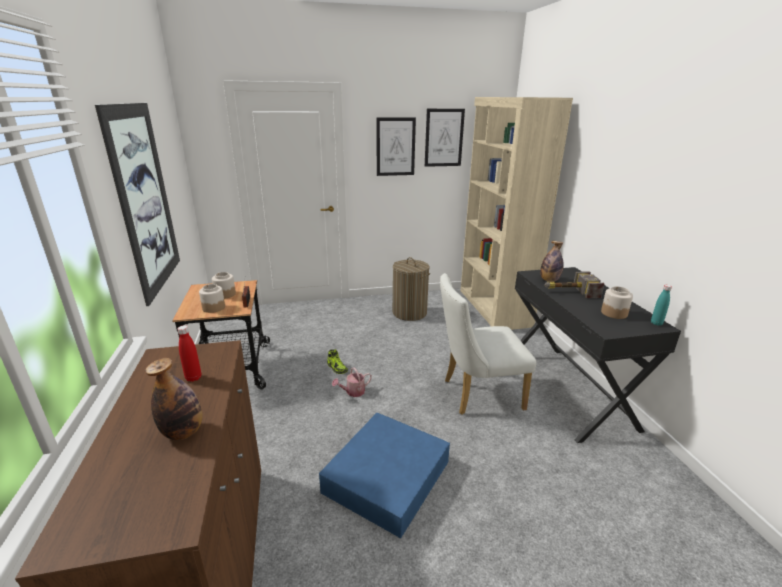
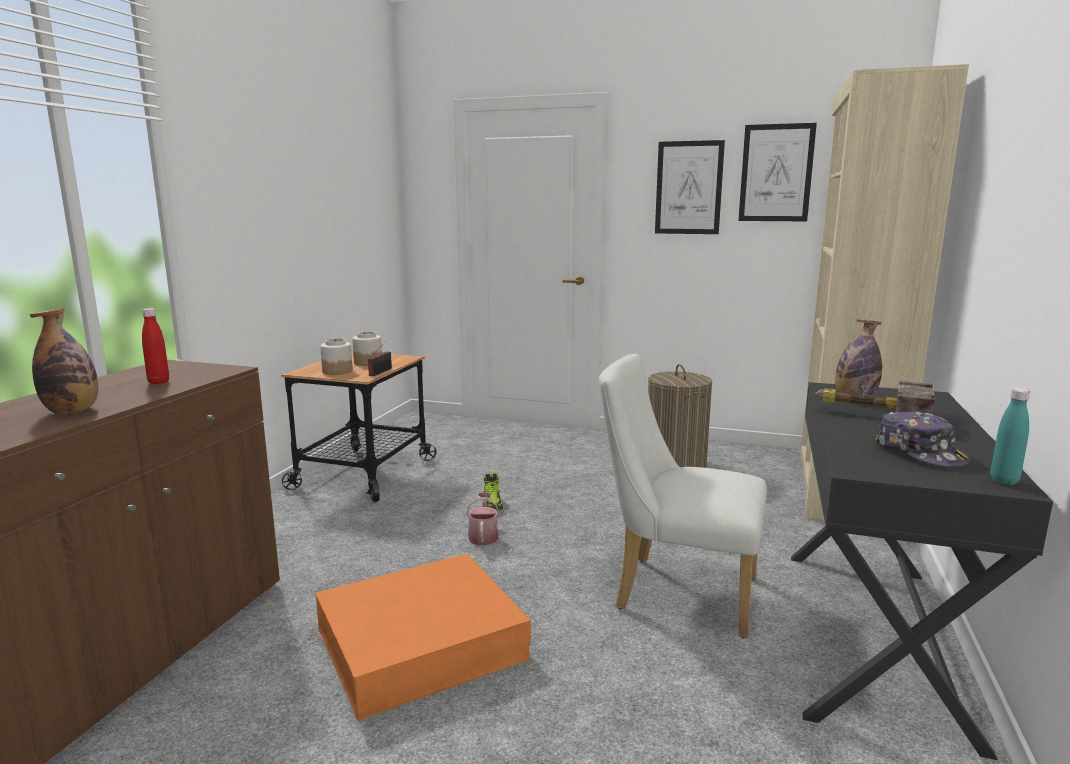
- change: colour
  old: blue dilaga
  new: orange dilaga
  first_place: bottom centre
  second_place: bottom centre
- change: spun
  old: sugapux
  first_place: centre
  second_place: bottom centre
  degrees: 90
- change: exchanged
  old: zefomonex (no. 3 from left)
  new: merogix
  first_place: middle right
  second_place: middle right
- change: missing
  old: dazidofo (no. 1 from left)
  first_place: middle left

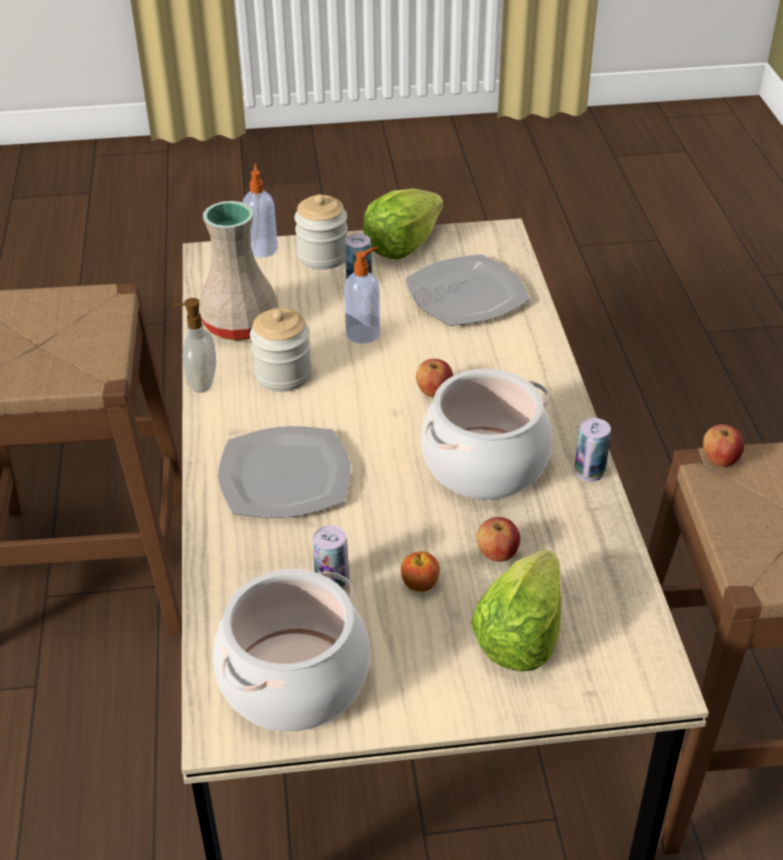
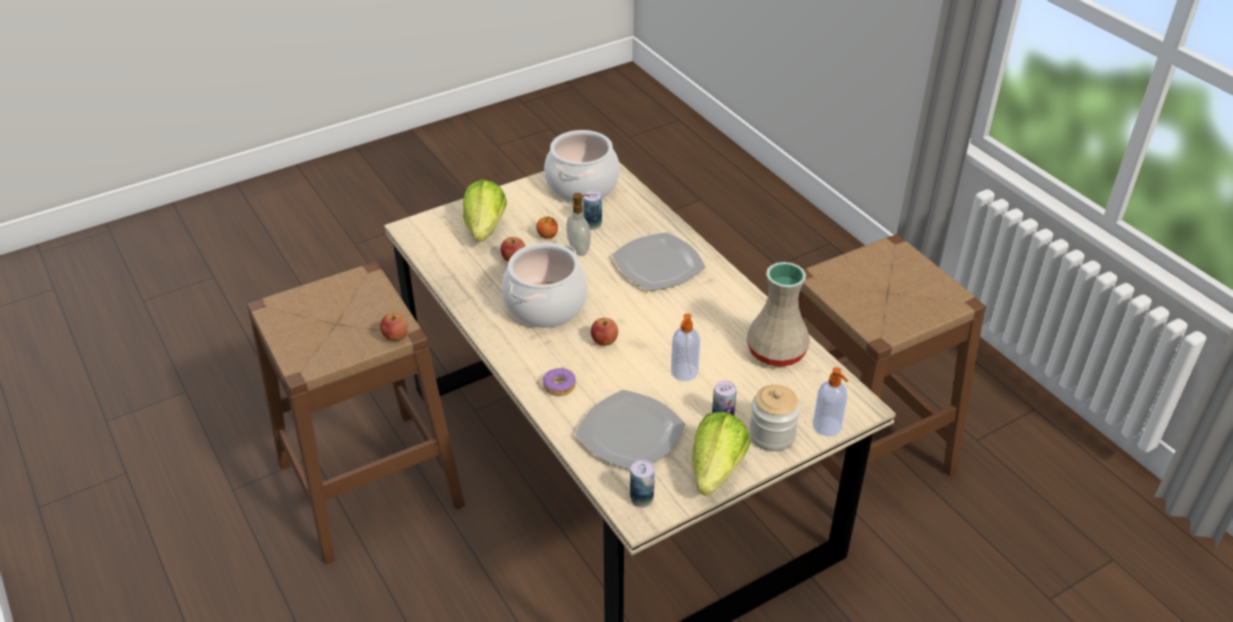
- change: appeared
  new: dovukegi
  second_place: centre
- change: relocated
  old: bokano (no. 1 from left)
  first_place: middle left
  second_place: centre
- change: relocated
  old: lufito (no. 3 from left in the first image)
  new: lufito (no. 2 from left)
  first_place: middle right
  second_place: bottom centre
- change: missing
  old: zefomonex (no. 1 from left)
  first_place: centre

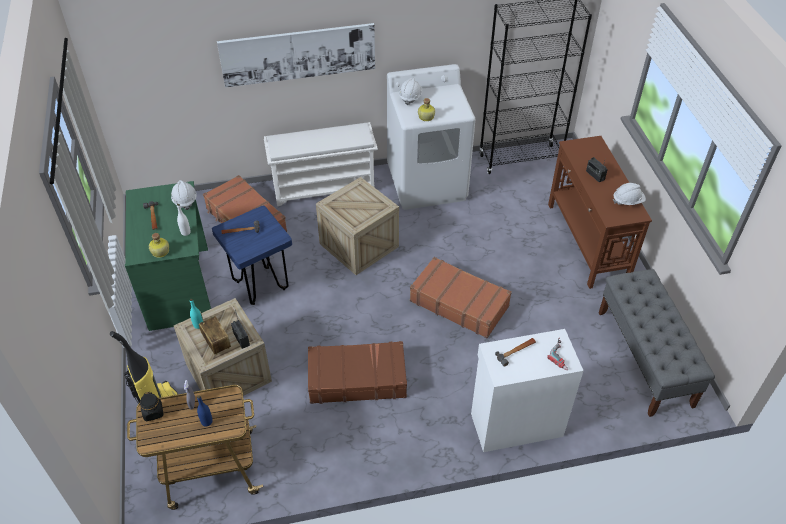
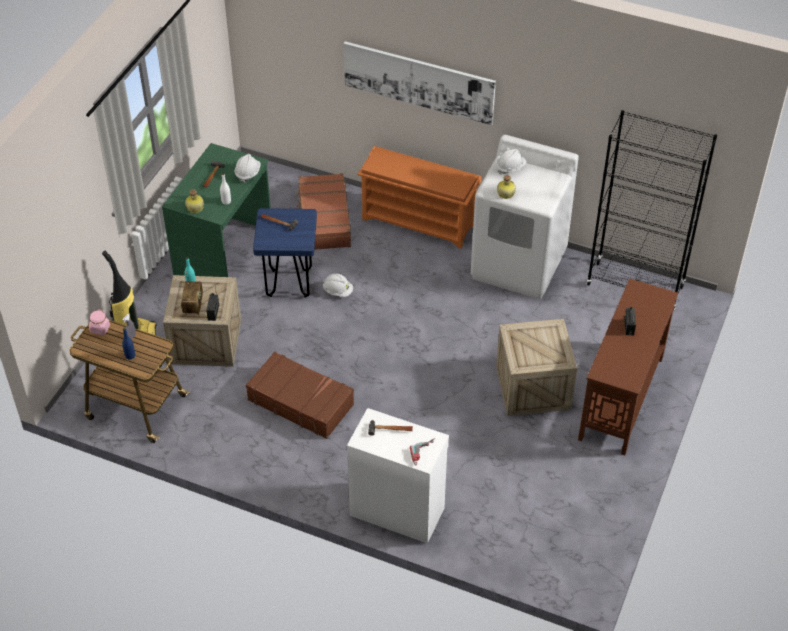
- change: colour
  old: black zefomonex
  new: pink zefomonex
  first_place: bottom left
  second_place: middle left
- change: relocated
  old: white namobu (no. 3 from left in the first image)
  new: white namobu (no. 2 from left)
  first_place: middle right
  second_place: centre
- change: colour
  old: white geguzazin
  new: orange geguzazin
  first_place: top centre
  second_place: top centre
- change: relocated
  old: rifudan (no. 2 from left)
  first_place: centre
  second_place: middle right
- change: missing
  old: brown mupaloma (no. 3 from left)
  first_place: centre
- change: missing
  old: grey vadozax
  first_place: middle right

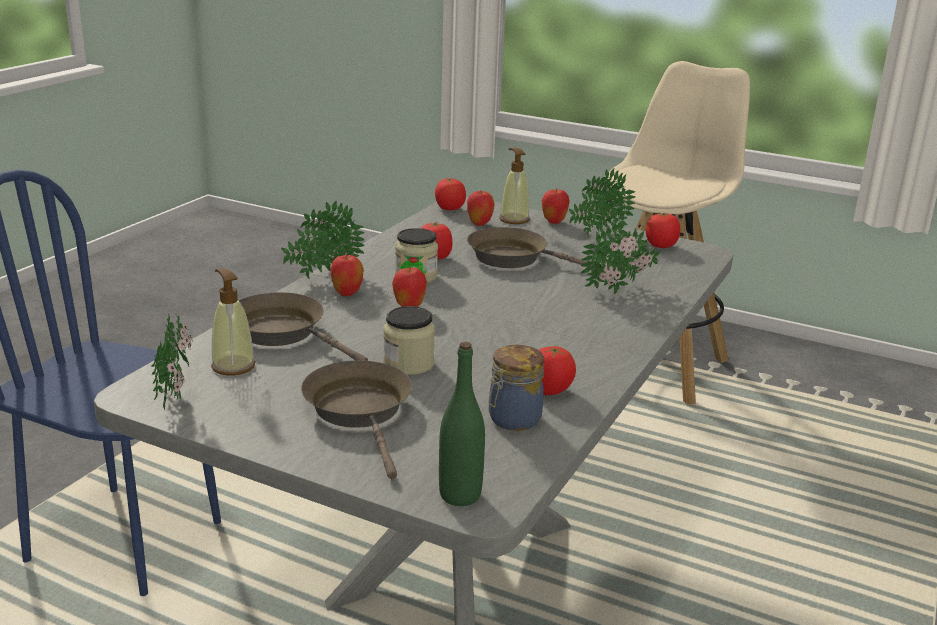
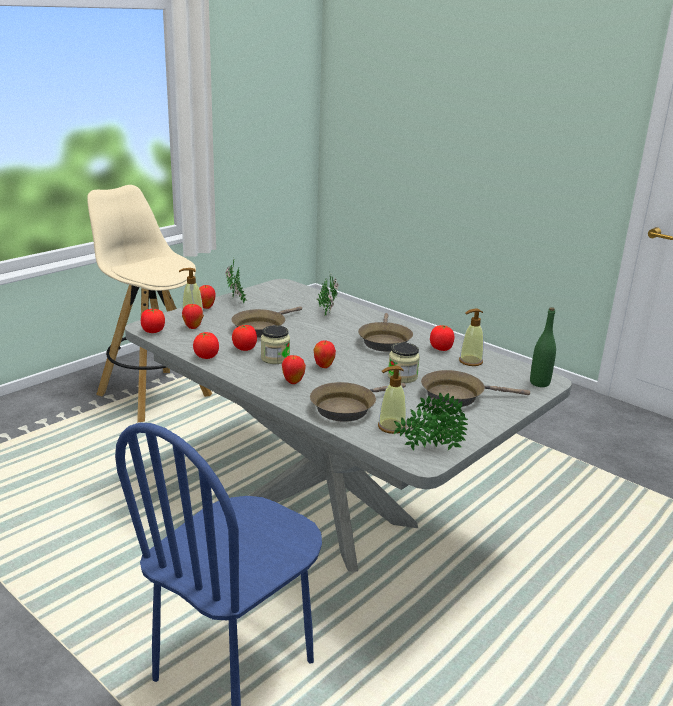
- change: relocated
  old: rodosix (no. 4 from left in the first image)
  new: rodosix (no. 2 from left)
  first_place: middle right
  second_place: middle left
- change: appeared
  new: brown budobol (no. 3 from left)
  second_place: centre
- change: exchanged
  old: zefomonex (no. 3 from left)
  new: bokano (no. 3 from left)
  first_place: centre
  second_place: middle right
- change: missing
  old: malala (no. 2 from left)
  first_place: centre

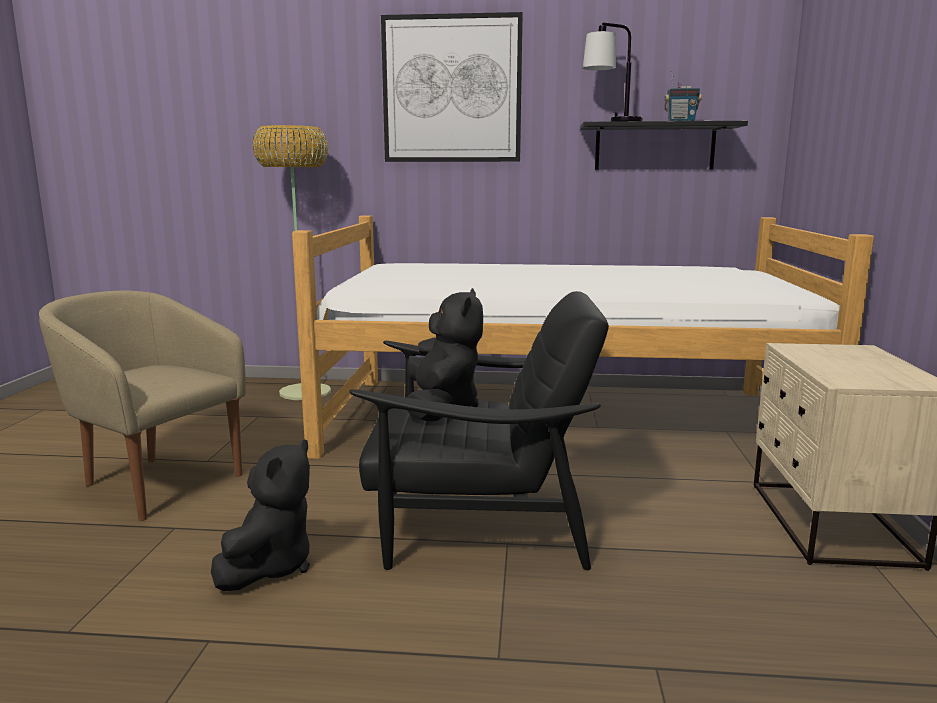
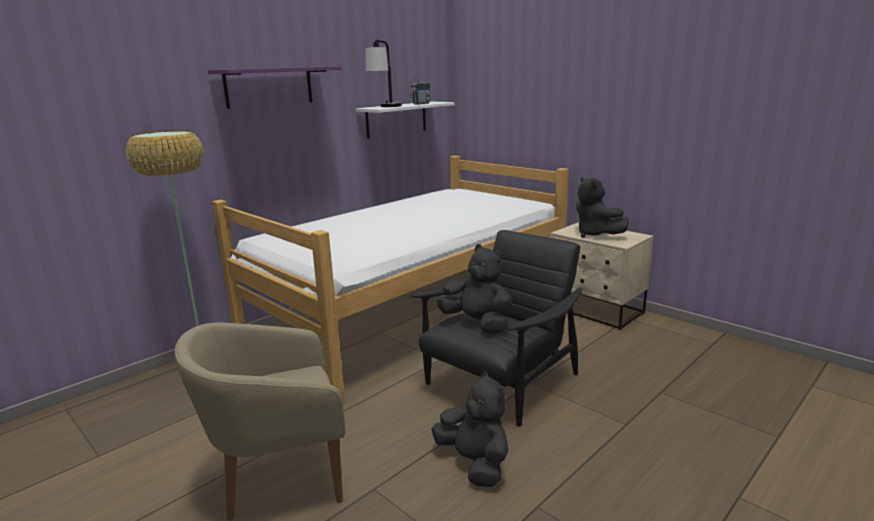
- change: exchanged
  old: dazidofo
  new: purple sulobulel
  first_place: top centre
  second_place: top left
- change: colour
  old: black sulobulel
  new: white sulobulel
  first_place: top right
  second_place: top centre
- change: appeared
  new: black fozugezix (no. 3 from left)
  second_place: middle right

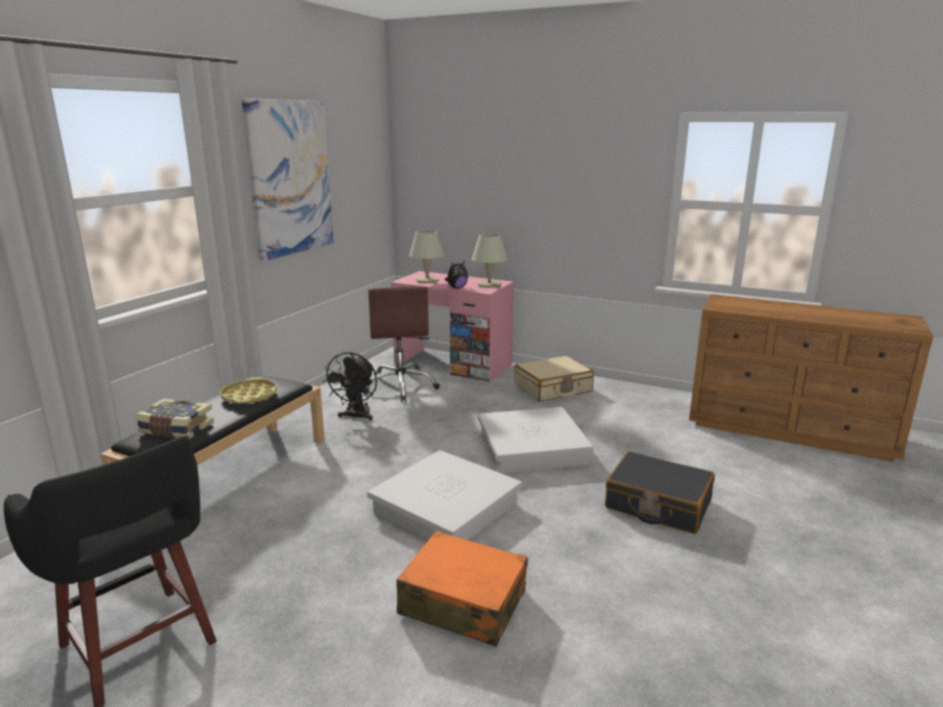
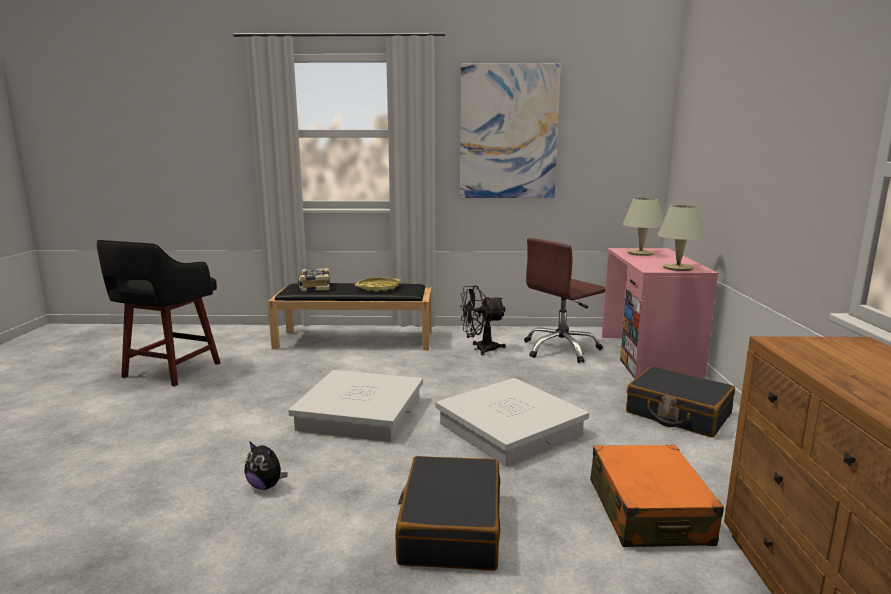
- change: relocated
  old: fozugezix
  first_place: centre
  second_place: bottom left
- change: relocated
  old: orange mupaloma
  first_place: bottom centre
  second_place: bottom right
- change: colour
  old: beige mupaloma
  new: black mupaloma (no. 2 from left)
  first_place: centre
  second_place: bottom right

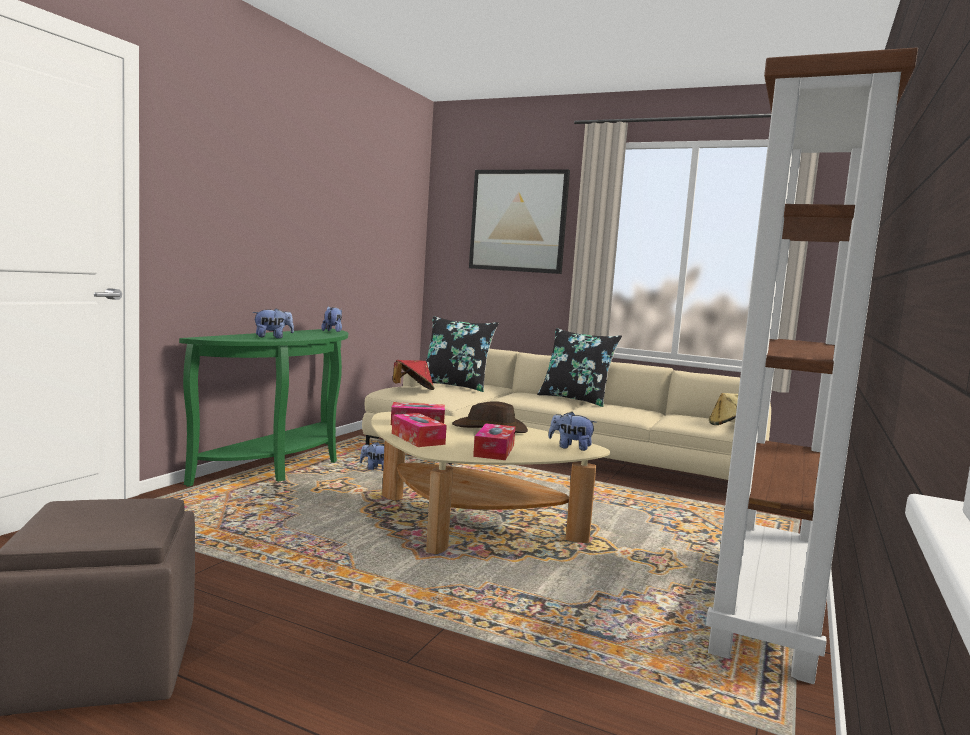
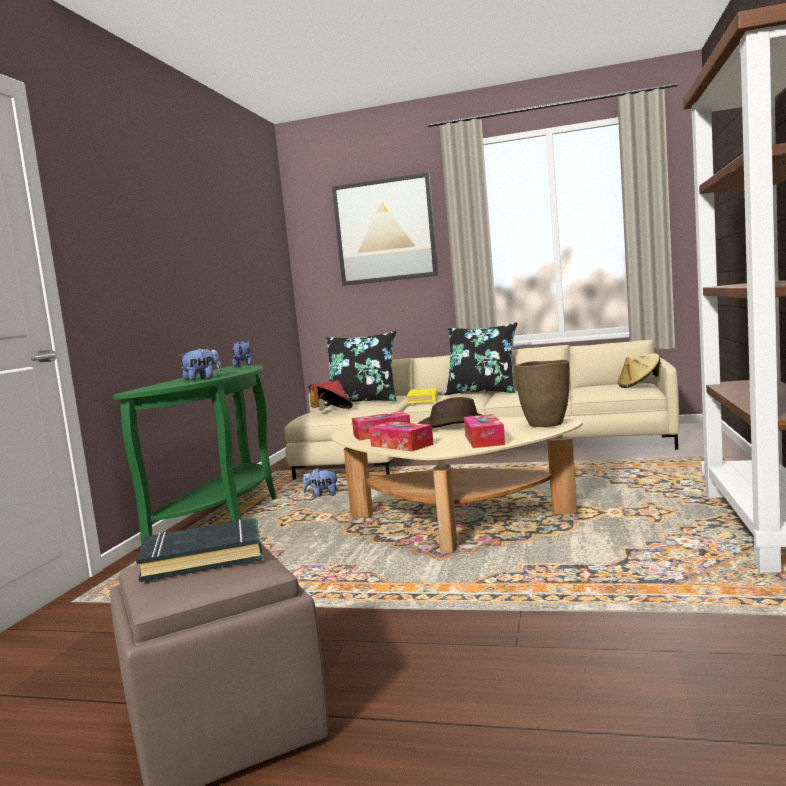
- change: appeared
  new: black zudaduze
  second_place: bottom left
- change: appeared
  new: yellow zudaduze
  second_place: centre
- change: exchanged
  old: fozugezix (no. 4 from left)
  new: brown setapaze
  first_place: centre
  second_place: middle right

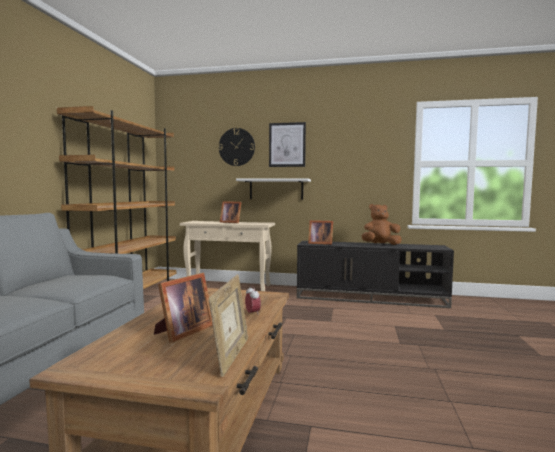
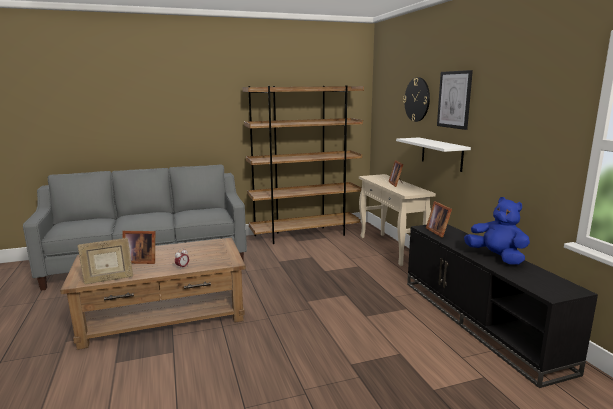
- change: colour
  old: brown fozugezix
  new: blue fozugezix
  first_place: middle right
  second_place: middle right

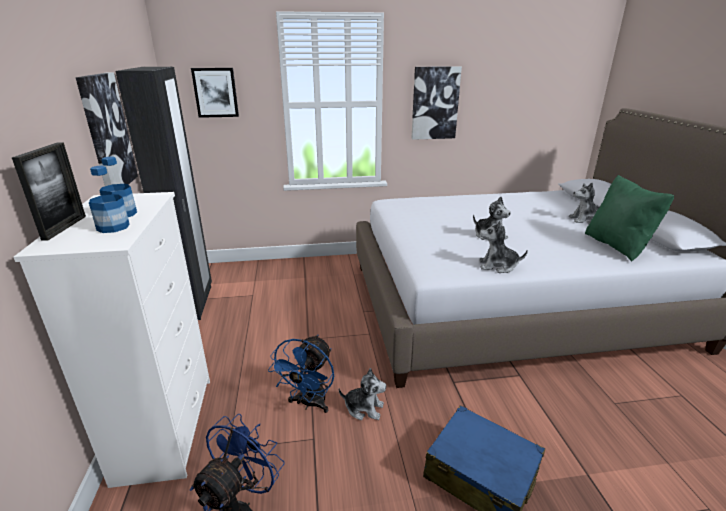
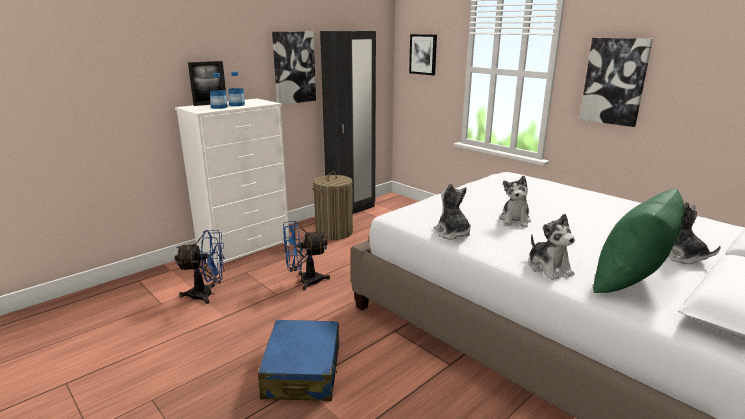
- change: appeared
  new: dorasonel
  second_place: centre
- change: relocated
  old: fozugezix (no. 1 from left in the first image)
  new: fozugezix (no. 3 from left)
  first_place: bottom centre
  second_place: middle right

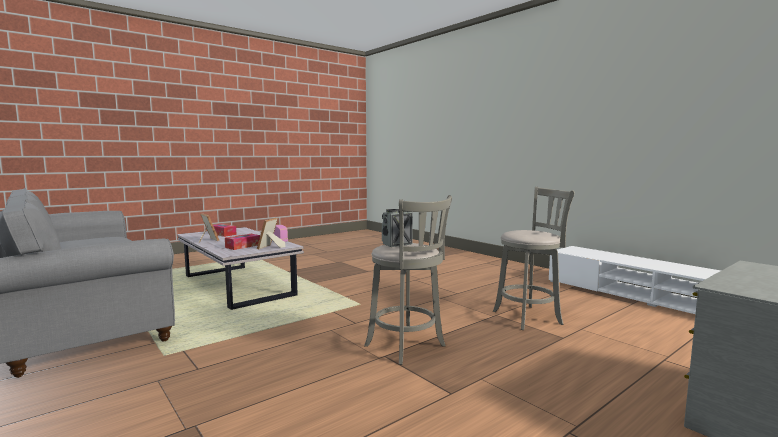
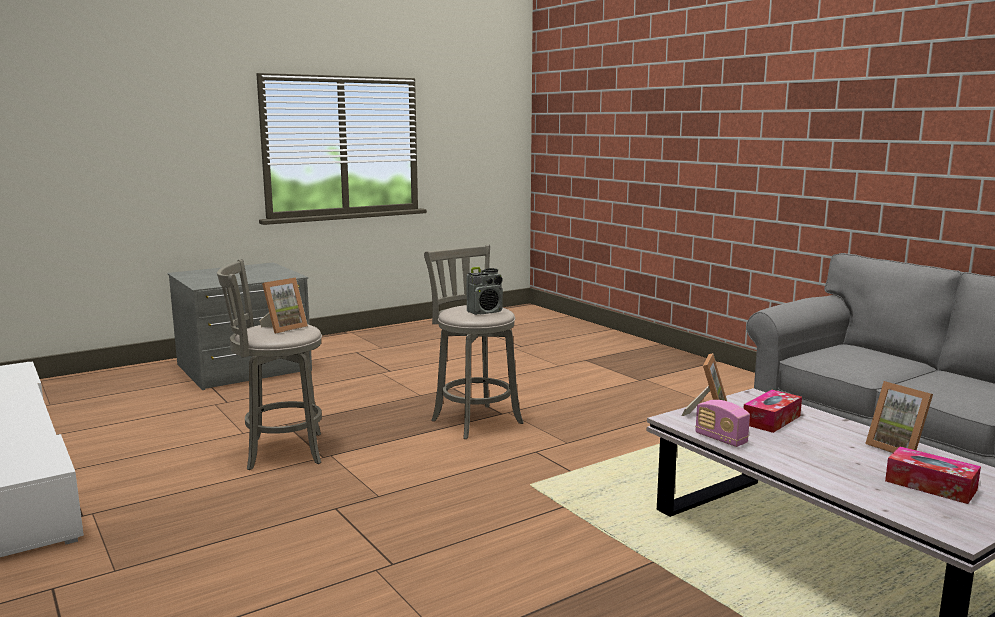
- change: appeared
  new: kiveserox (no. 1 from left)
  second_place: middle left

